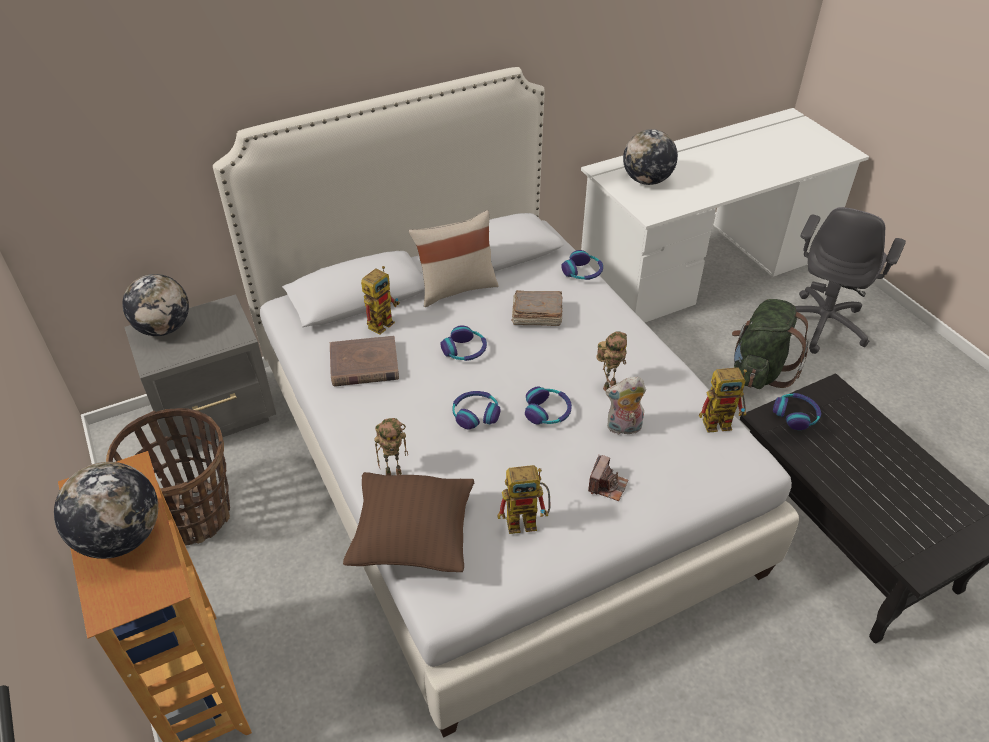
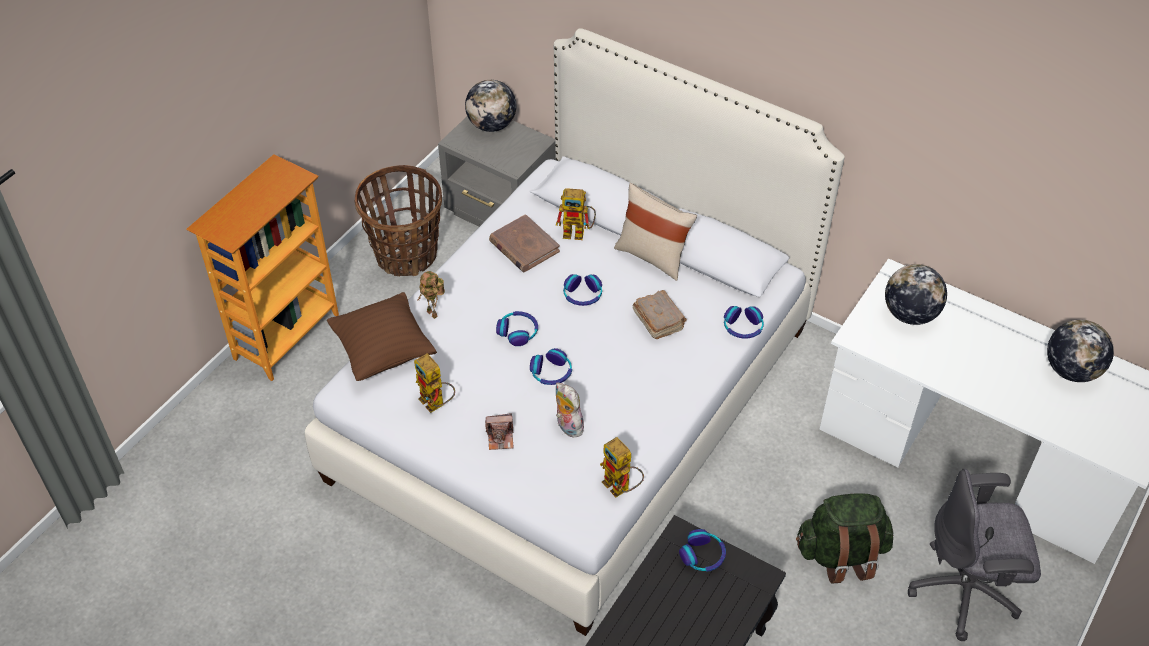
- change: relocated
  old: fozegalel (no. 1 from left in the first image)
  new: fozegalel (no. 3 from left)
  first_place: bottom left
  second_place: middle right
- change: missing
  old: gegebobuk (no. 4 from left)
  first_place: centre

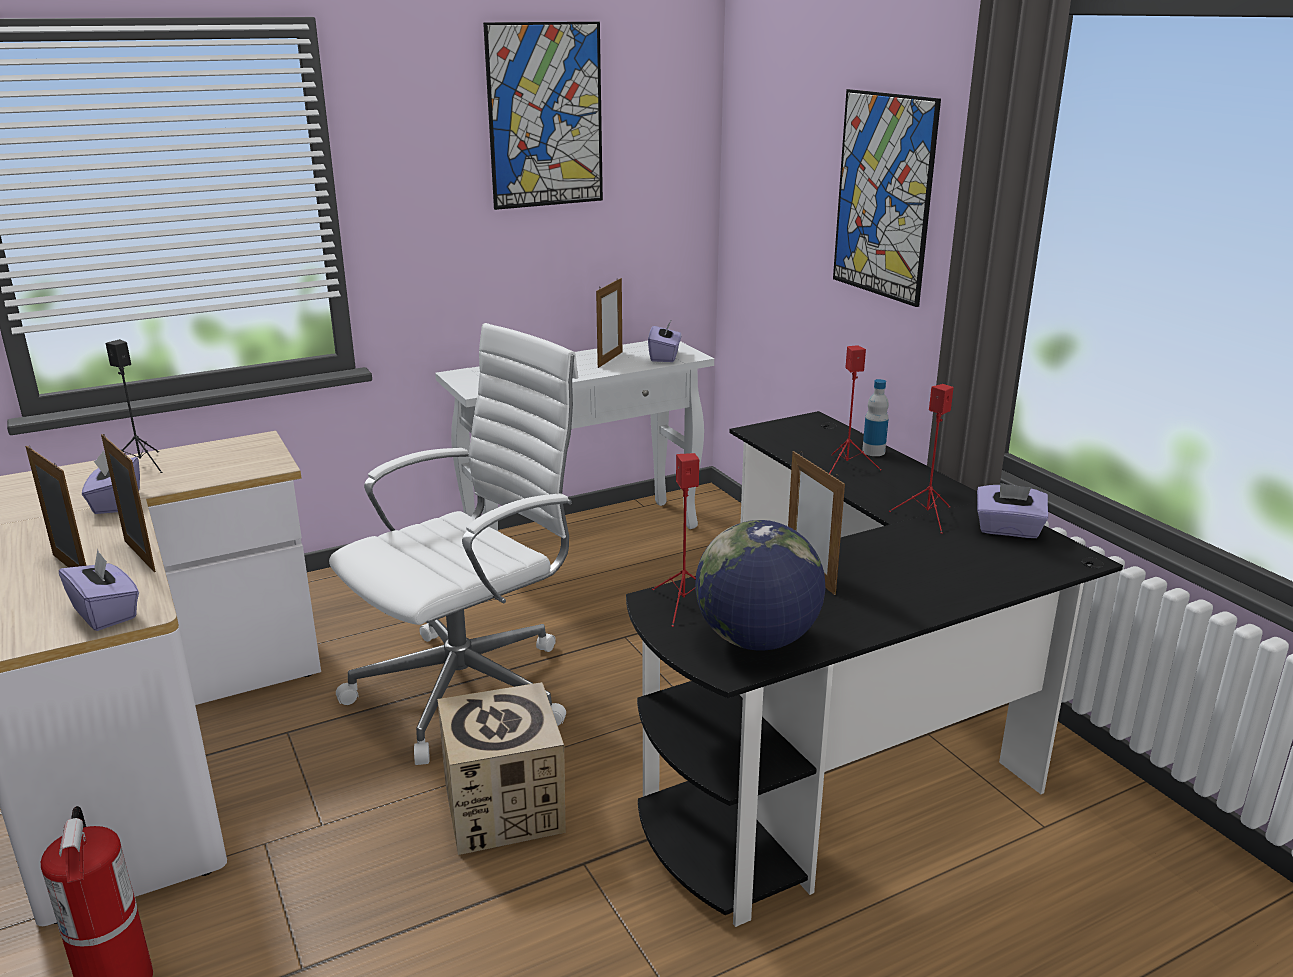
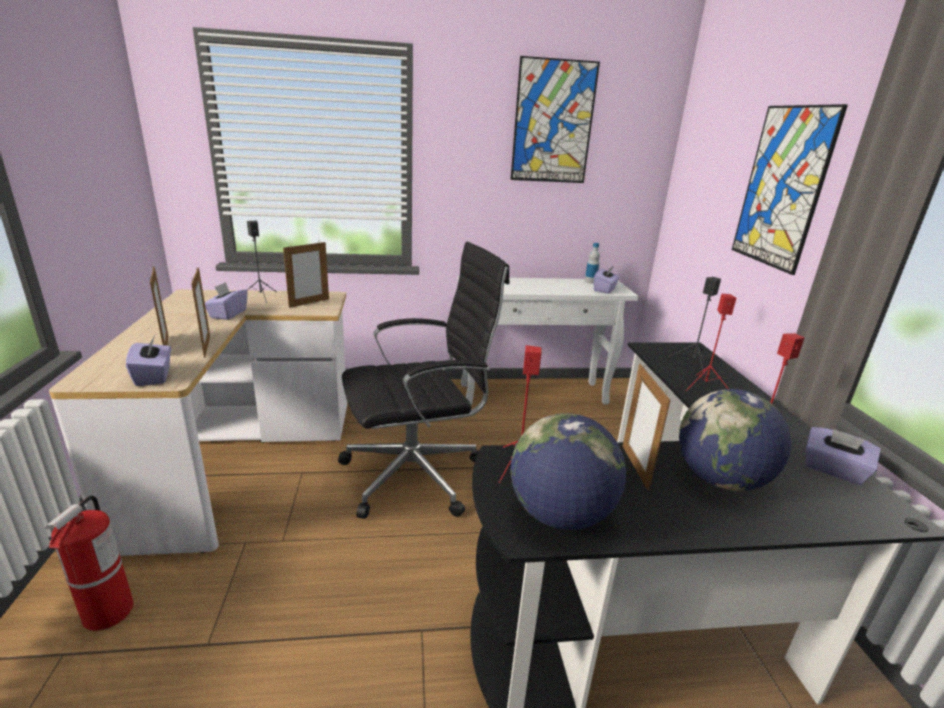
- change: relocated
  old: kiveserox (no. 3 from left)
  first_place: top centre
  second_place: middle left
- change: colour
  old: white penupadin
  new: black penupadin
  first_place: centre
  second_place: centre
- change: relocated
  old: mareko
  first_place: middle right
  second_place: centre
- change: appeared
  new: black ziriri (no. 2 from left)
  second_place: middle right
- change: appeared
  new: fozegalel (no. 2 from left)
  second_place: middle right
- change: missing
  old: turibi
  first_place: bottom centre

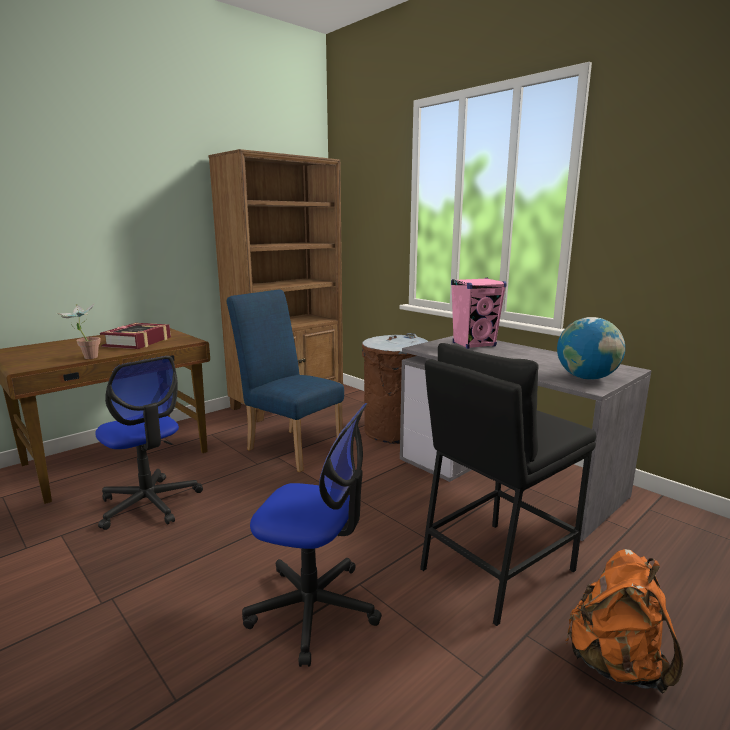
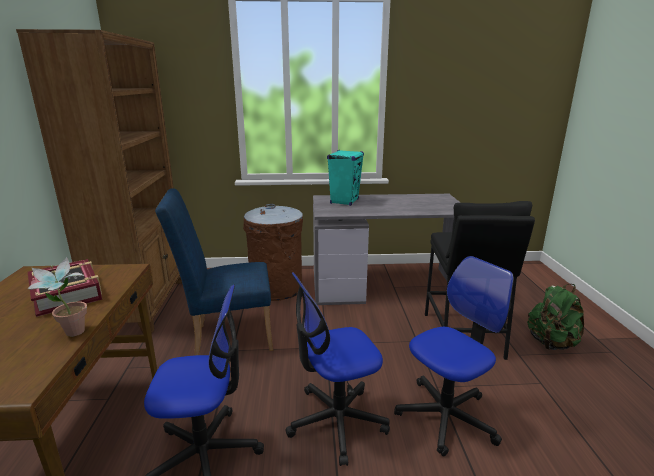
- change: appeared
  new: penupadin (no. 2 from left)
  second_place: bottom centre
- change: colour
  old: pink ziriri
  new: turquoise ziriri
  first_place: centre
  second_place: centre
- change: colour
  old: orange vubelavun
  new: green vubelavun
  first_place: bottom right
  second_place: middle right
- change: missing
  old: fozegalel
  first_place: middle right

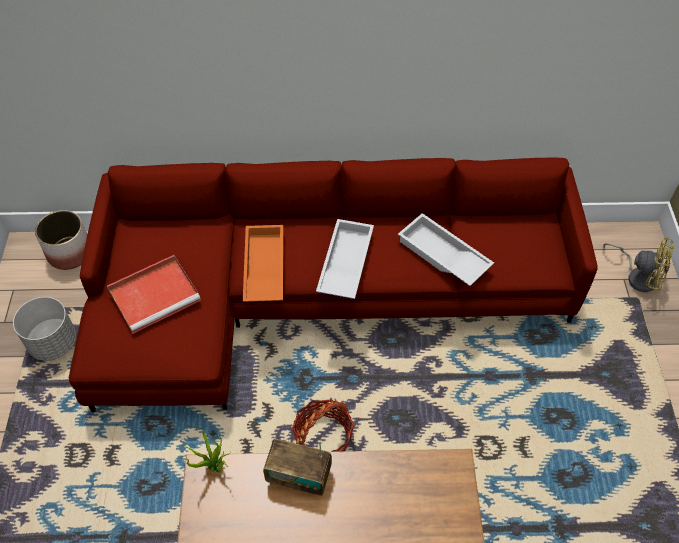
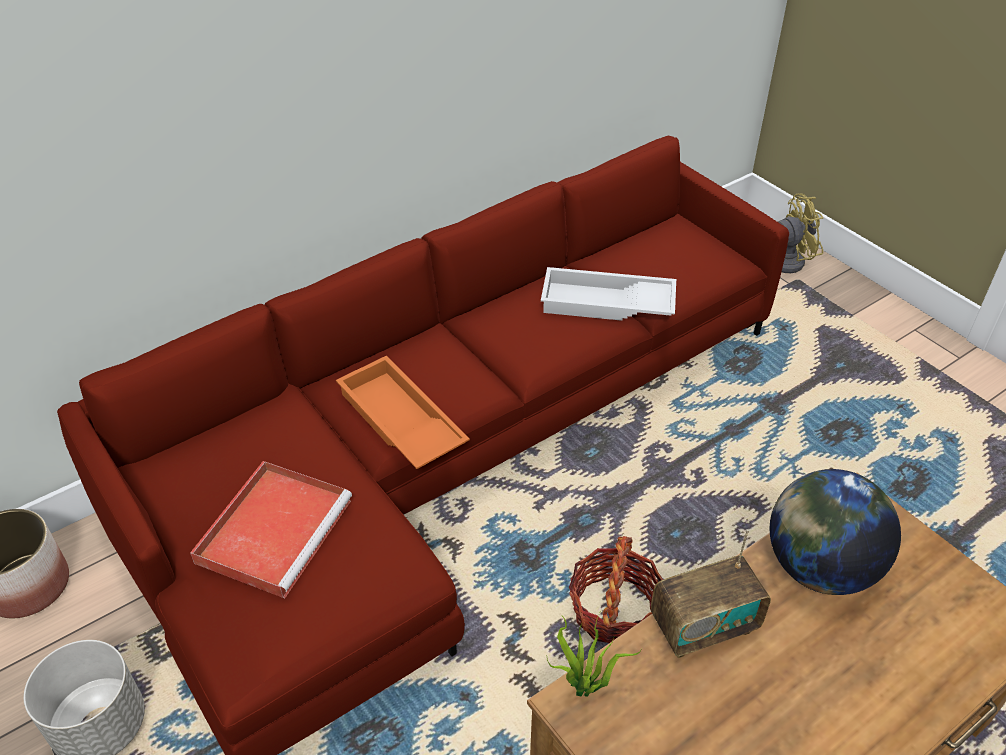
- change: appeared
  new: fozegalel
  second_place: bottom right
- change: missing
  old: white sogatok (no. 1 from left)
  first_place: centre

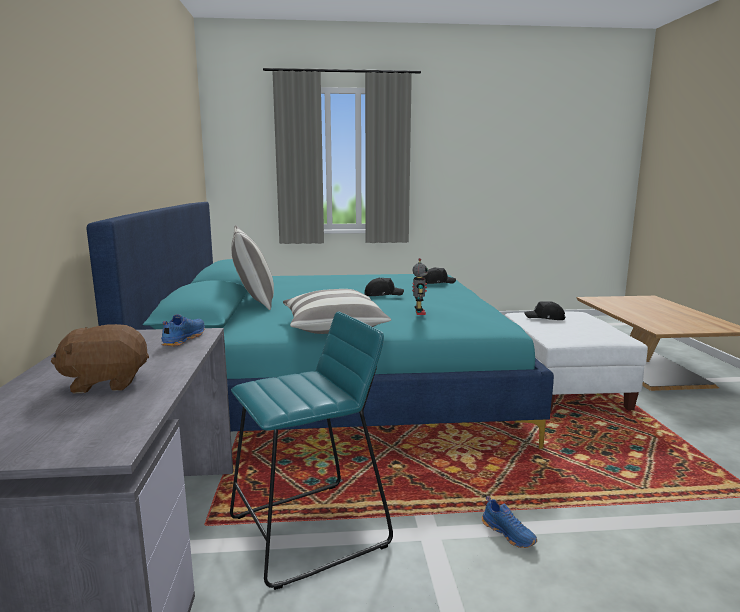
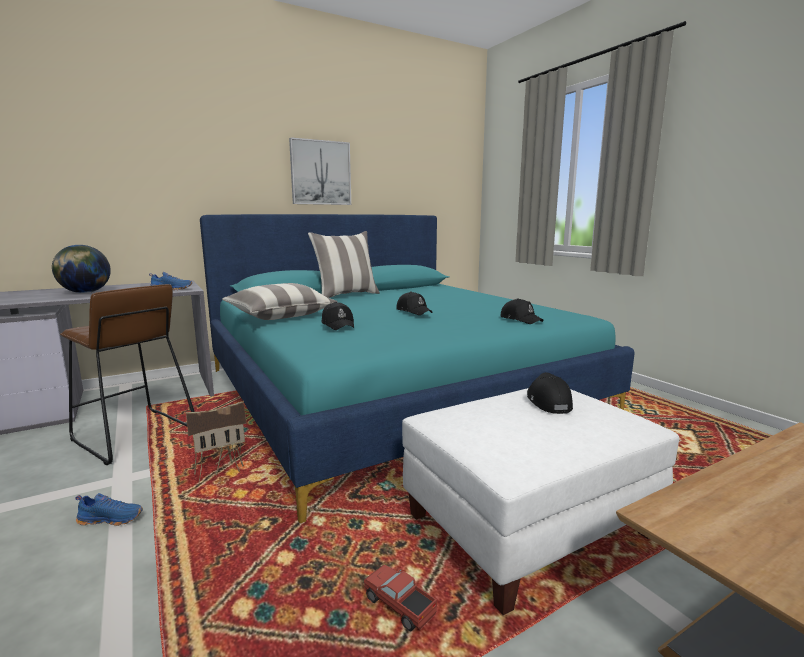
- change: exchanged
  old: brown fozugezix
  new: fozegalel
  first_place: middle left
  second_place: middle left
- change: colour
  old: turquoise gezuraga
  new: brown gezuraga
  first_place: bottom centre
  second_place: middle left
- change: spun
  old: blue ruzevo (no. 2 from left in the first image)
  first_place: bottom right
  second_place: bottom left
  degrees: -120
- change: appeared
  new: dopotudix
  second_place: bottom left
- change: appeared
  new: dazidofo
  second_place: top centre
- change: exchanged
  old: gegebobuk
  new: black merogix (no. 1 from left)
  first_place: centre
  second_place: centre
- change: appeared
  new: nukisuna
  second_place: bottom centre

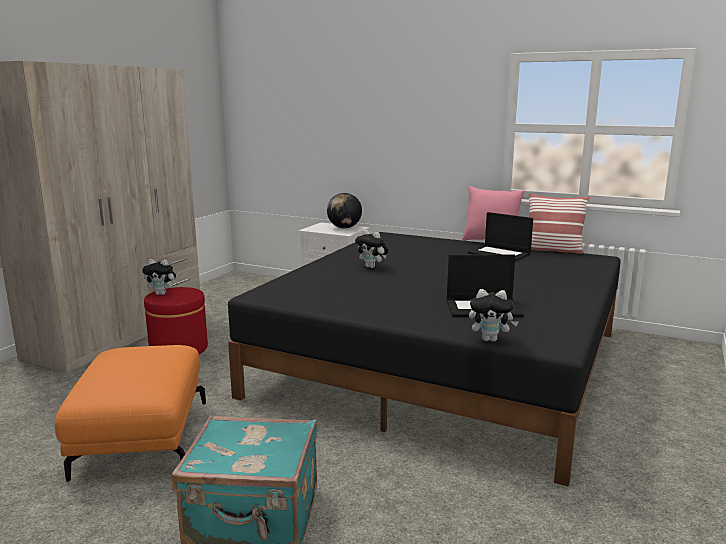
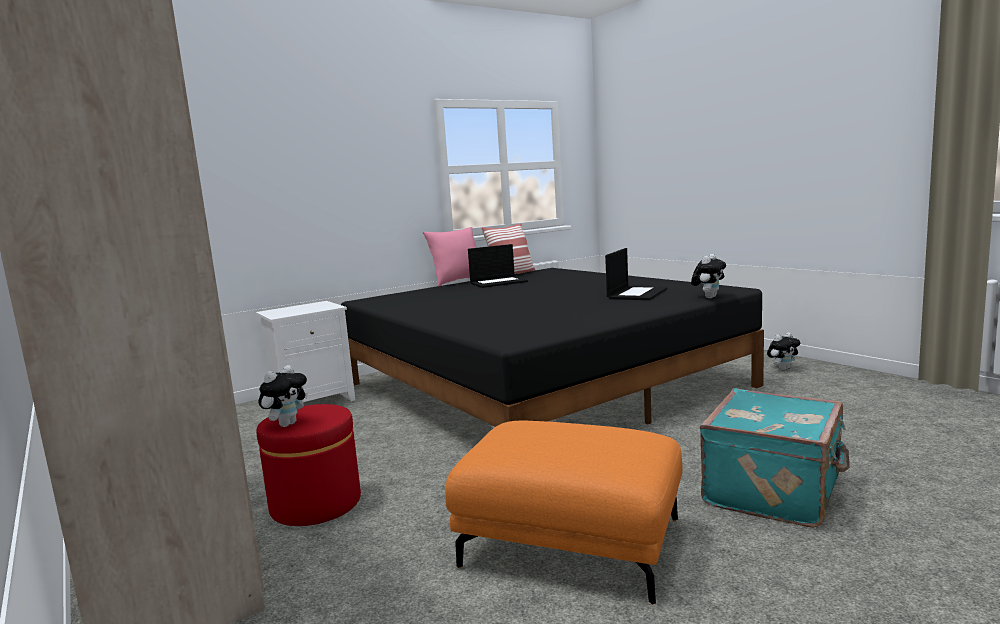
- change: relocated
  old: fozugezix (no. 2 from left in the first image)
  new: fozugezix (no. 3 from left)
  first_place: centre
  second_place: middle right
- change: missing
  old: fozegalel
  first_place: centre

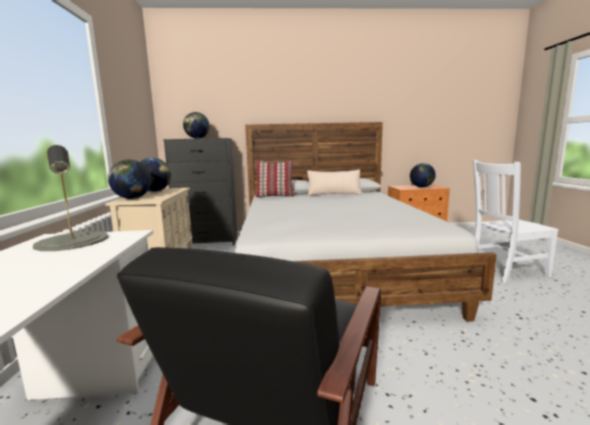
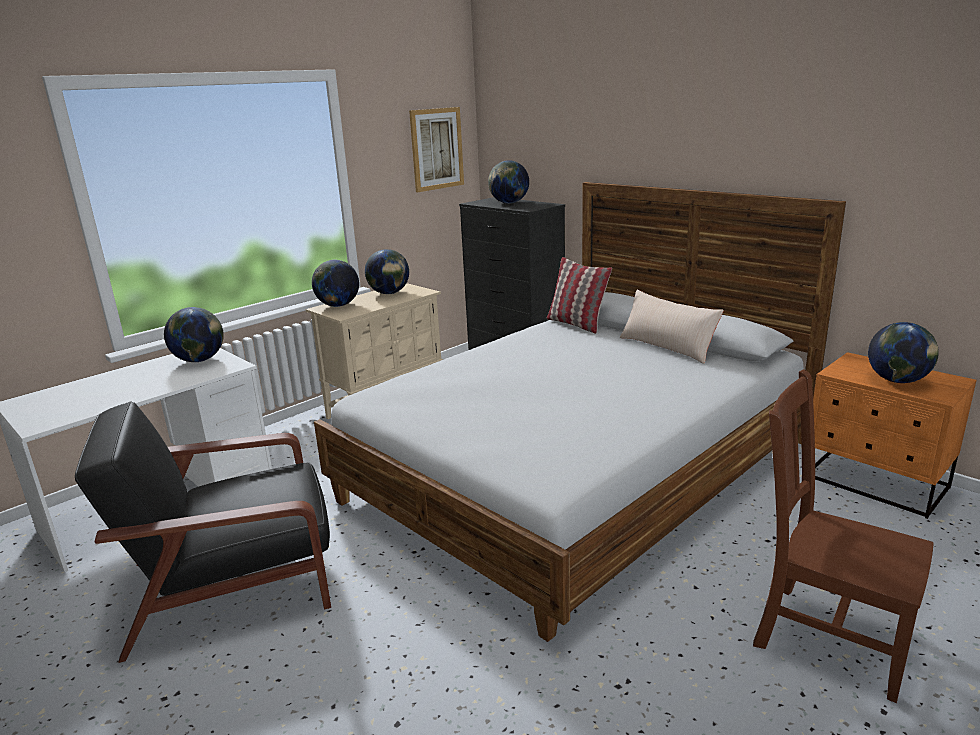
- change: exchanged
  old: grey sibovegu
  new: fozegalel (no. 1 from left)
  first_place: middle left
  second_place: middle left
- change: appeared
  new: dazidofo
  second_place: top centre
- change: colour
  old: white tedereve
  new: brown tedereve
  first_place: middle right
  second_place: bottom right

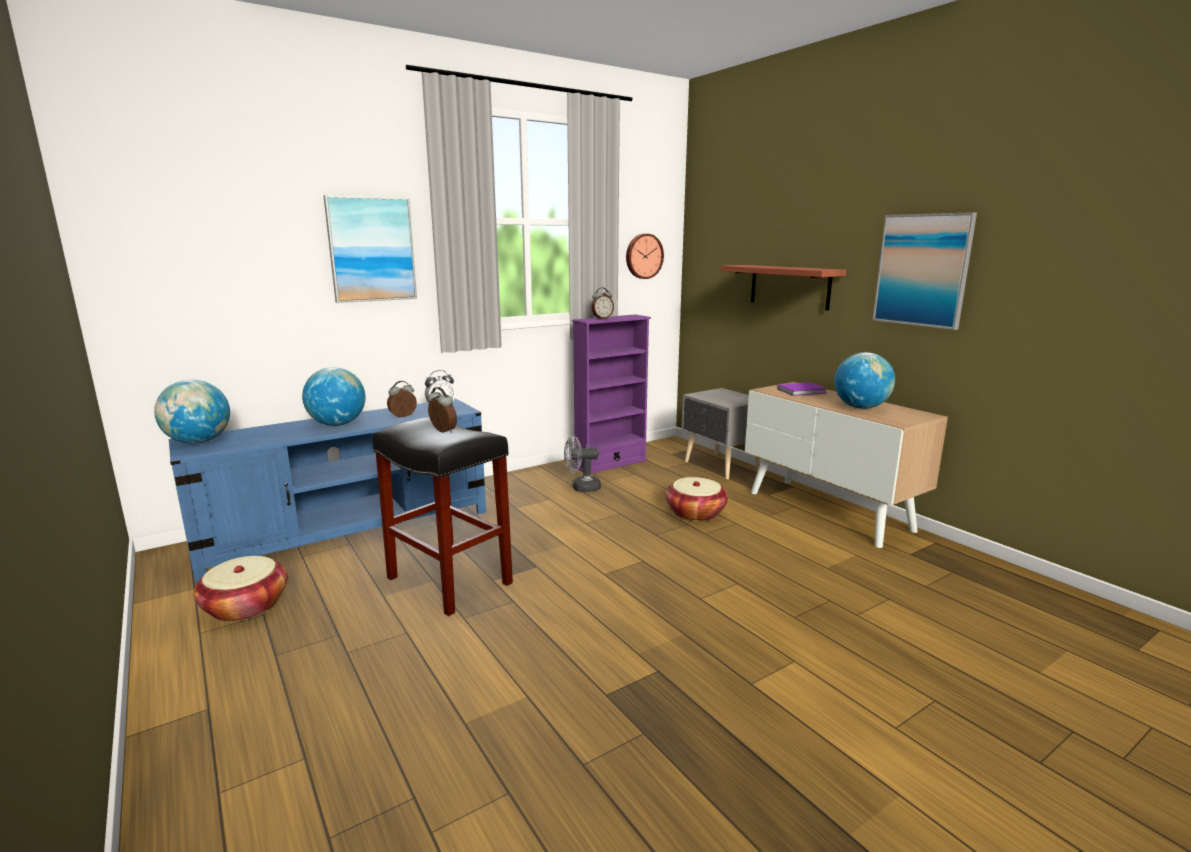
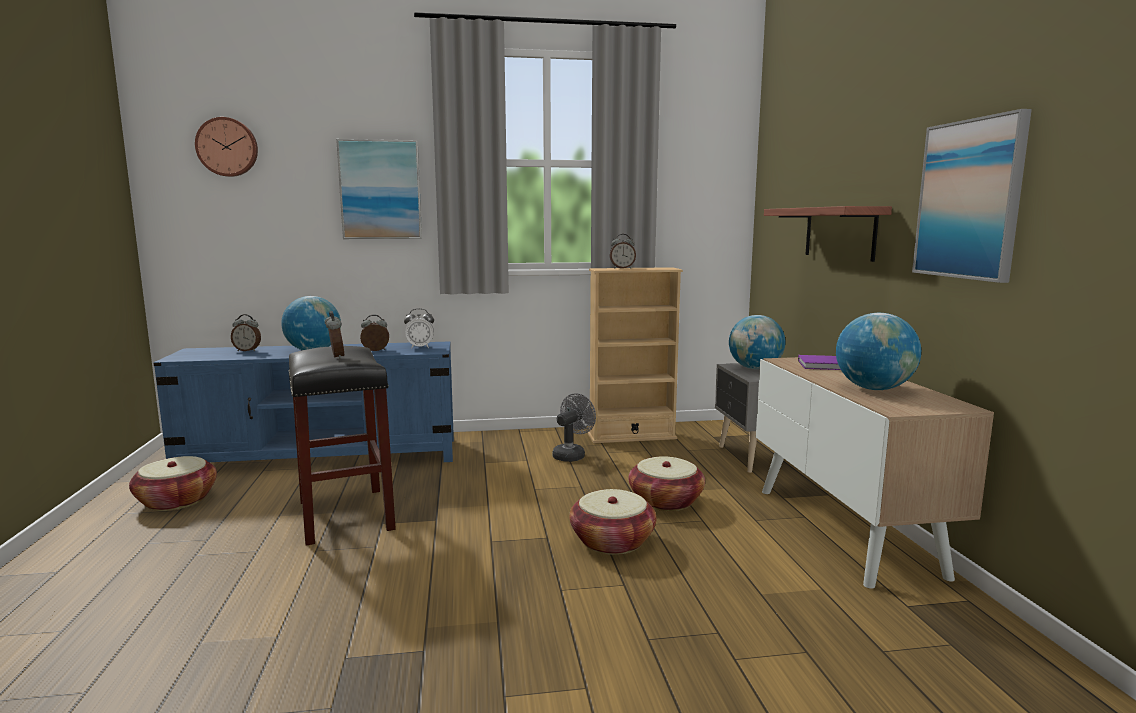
- change: relocated
  old: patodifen
  first_place: top centre
  second_place: top left
- change: appeared
  new: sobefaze (no. 1 from left)
  second_place: middle left
- change: spun
  old: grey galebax
  first_place: centre
  second_place: centre
  degrees: 105
- change: appeared
  new: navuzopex (no. 2 from left)
  second_place: bottom centre
- change: colour
  old: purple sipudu
  new: beige sipudu
  first_place: centre
  second_place: centre
- change: relocated
  old: fozegalel (no. 1 from left in the first image)
  new: fozegalel (no. 2 from left)
  first_place: middle left
  second_place: centre

